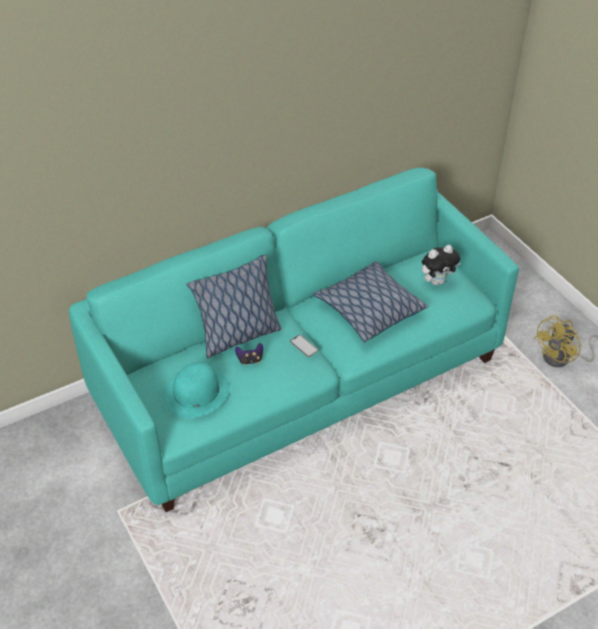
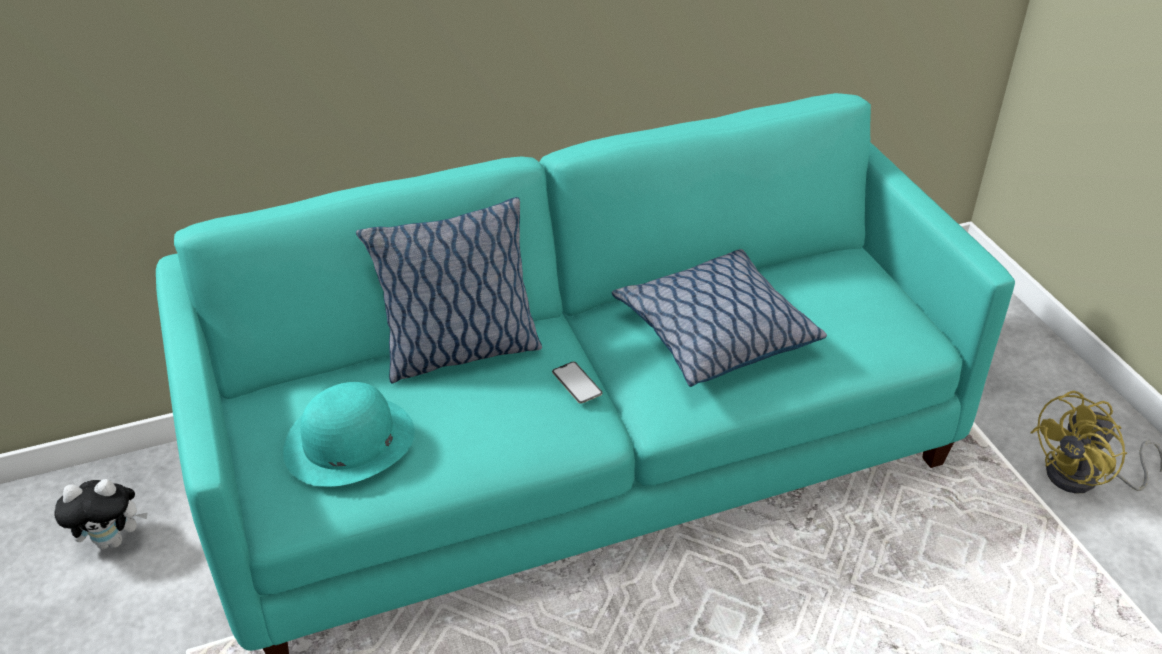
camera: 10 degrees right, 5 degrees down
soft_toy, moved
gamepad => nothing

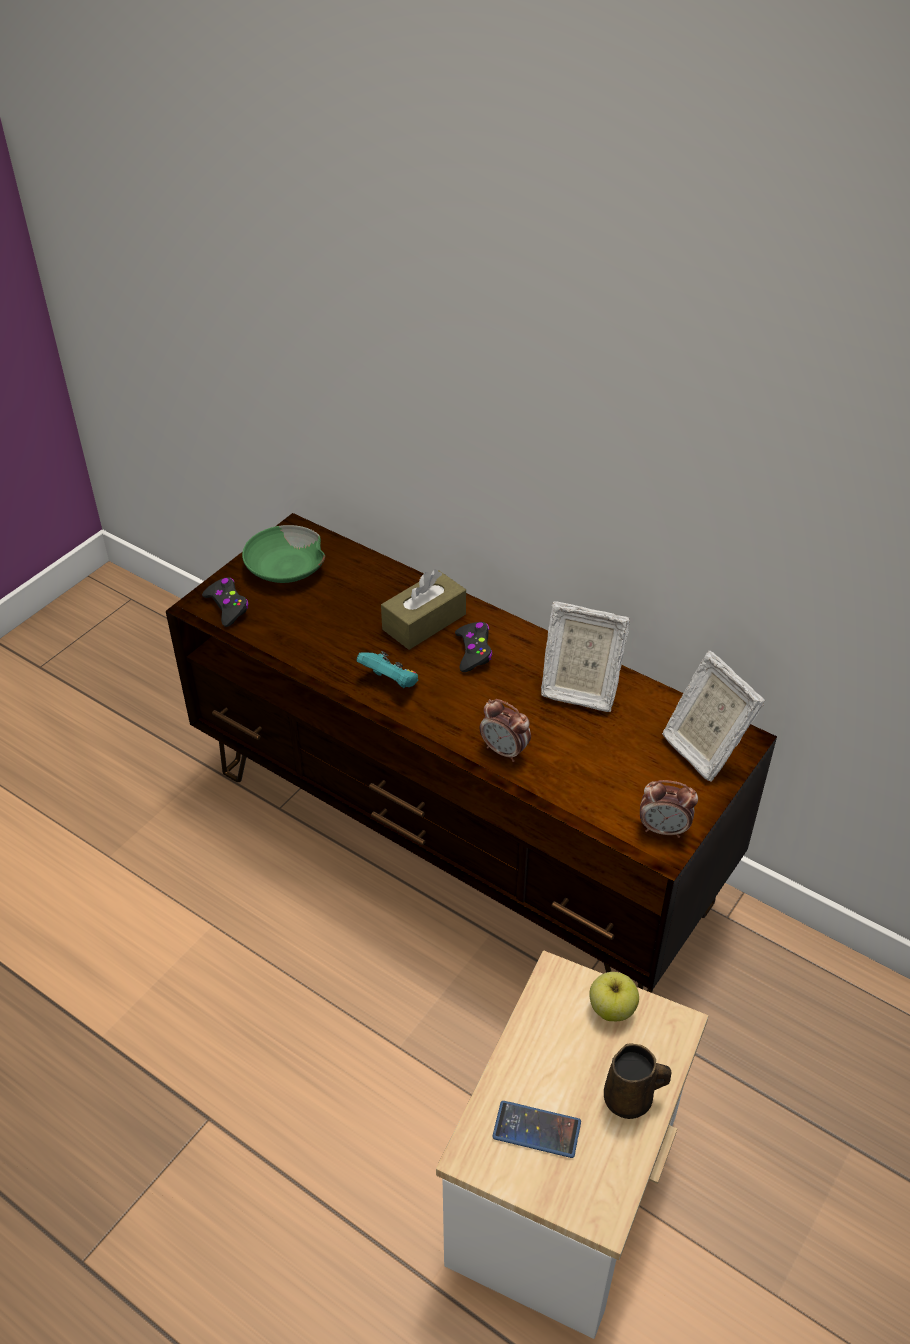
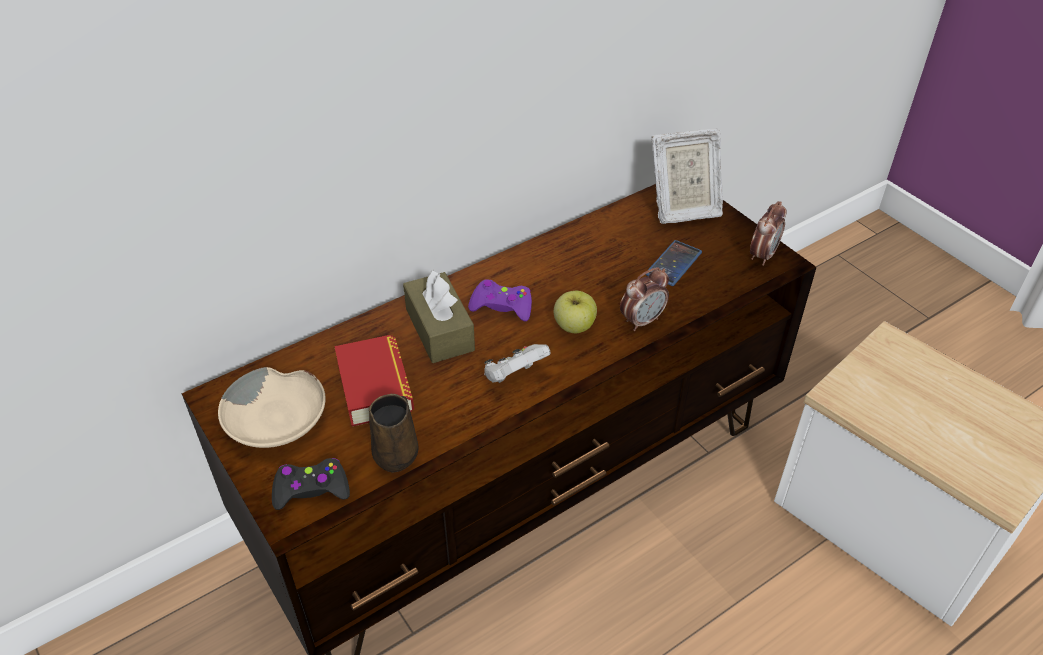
camera: 70 degrees left, 0 degrees up
green_bowl => sand-coloured_bowl
photo_frame (1st from left) => nothing
black-coloured_gamepad (2nd from left) => purple-coloured_gamepad
blue-green_gamepad => white_gamepad
apple, moved
brown-coloured_coffee_mug, moved
handset, moved
nothing => volume

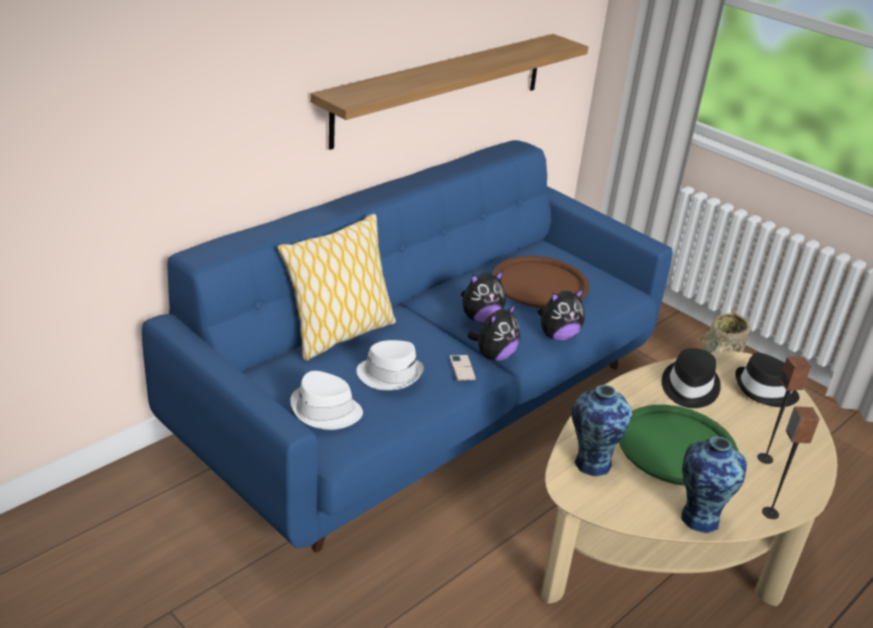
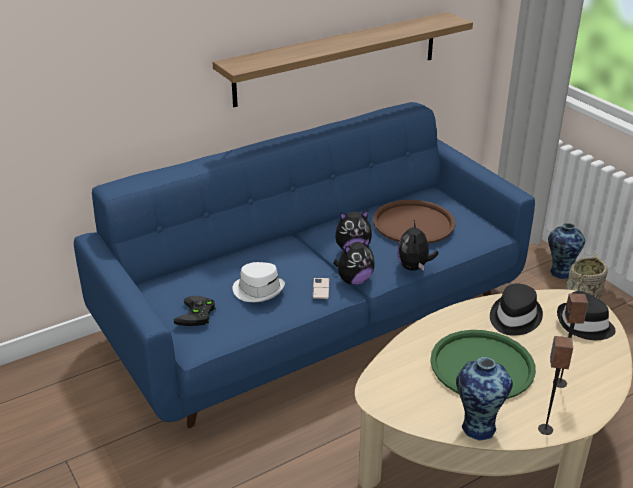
camera: 15 degrees right, 0 degrees up
throw_pillow => nothing
soft_toy (3rd from left), 105 degrees clockwise
white_hat (1st from left) => black-coloured_gamepad
vase (1st from left in the first image) => vase (2nd from left), moved

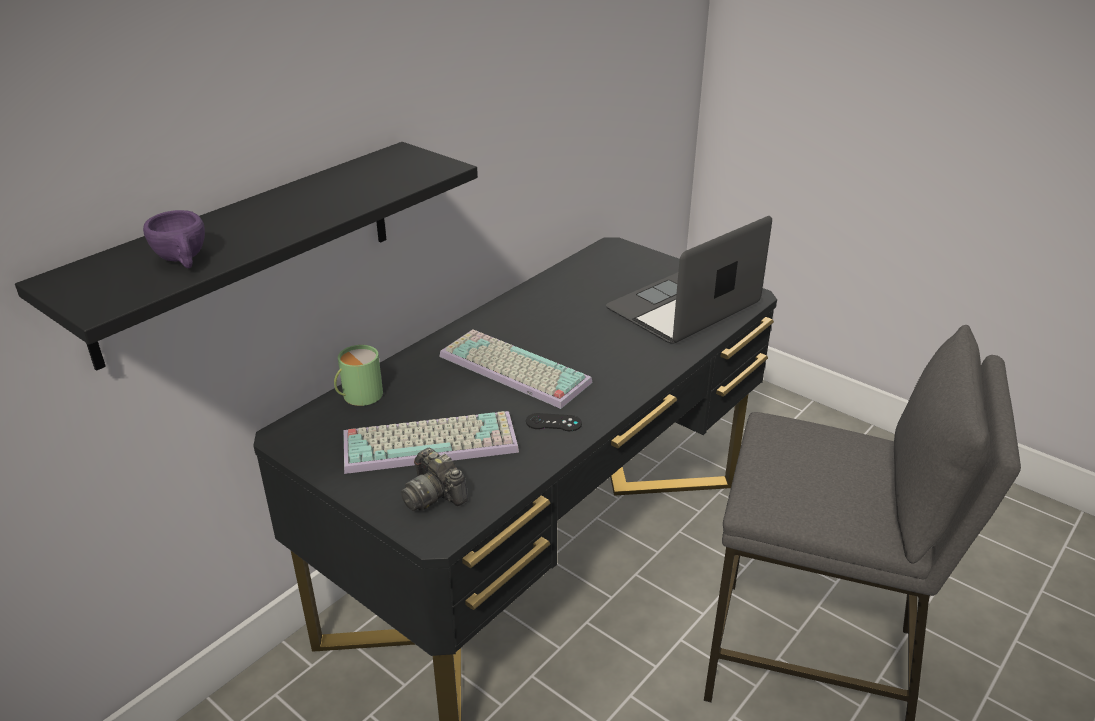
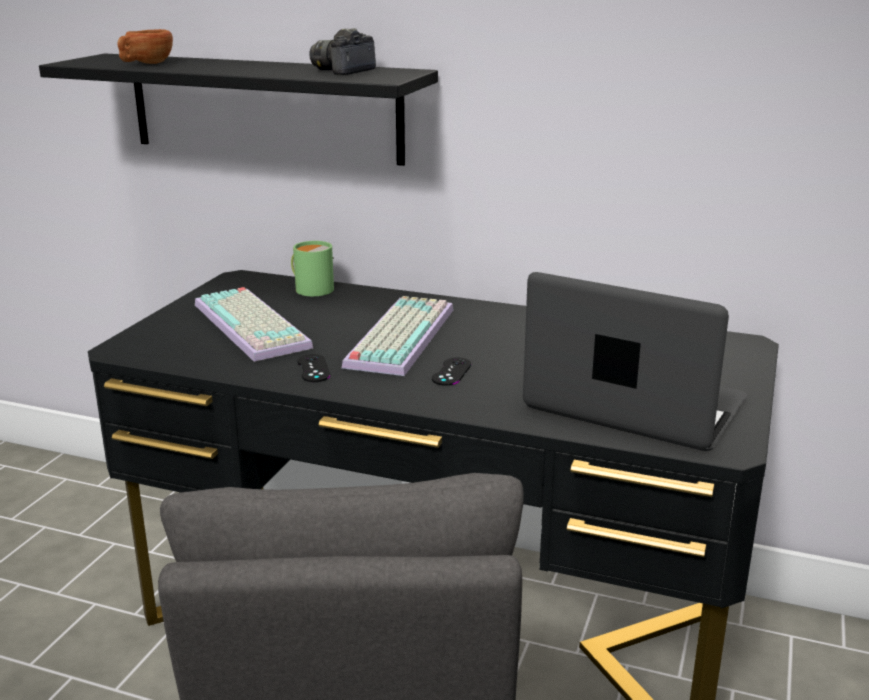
camera: 70 degrees right, 10 degrees down
purple-coloured_drinking_cup => brown-coloured_drinking_cup
still_camera, moved
nothing => black-coloured_gamepad (2nd from left)

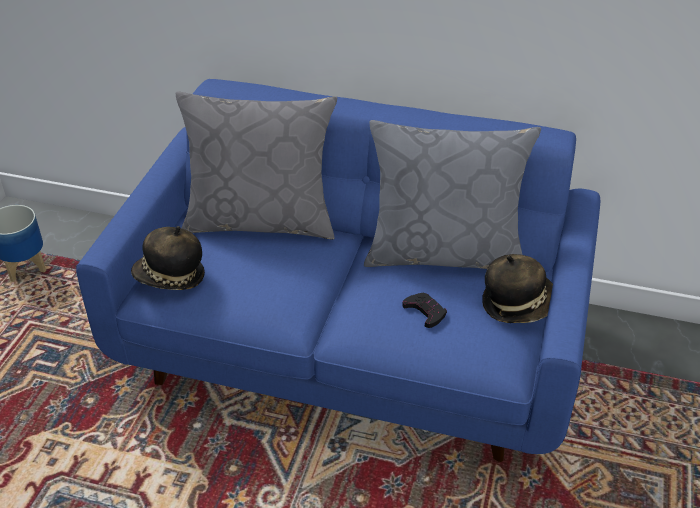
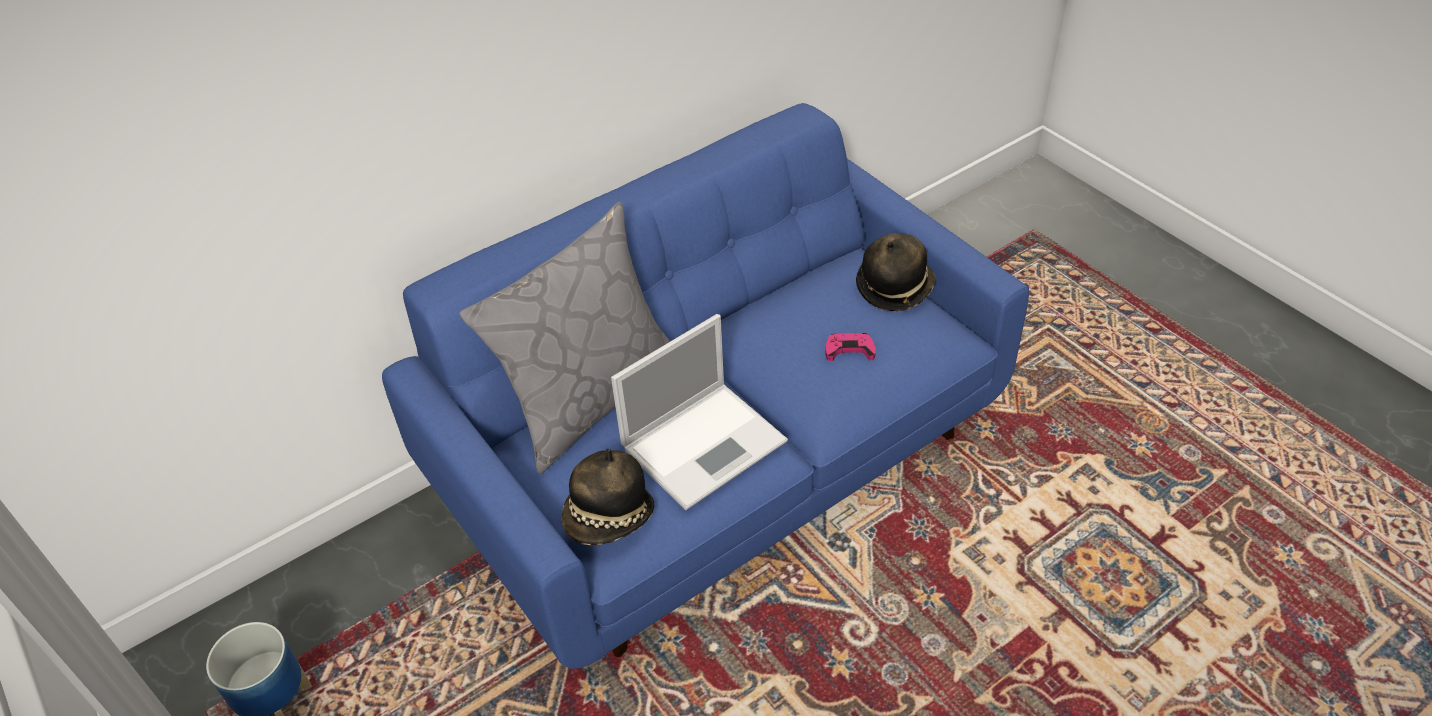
camera: 50 degrees left, 5 degrees up
gray_throw_pillow (2nd from left) => nothing
black-coloured_gamepad => pink-coloured_gamepad
nothing => notebook_computer

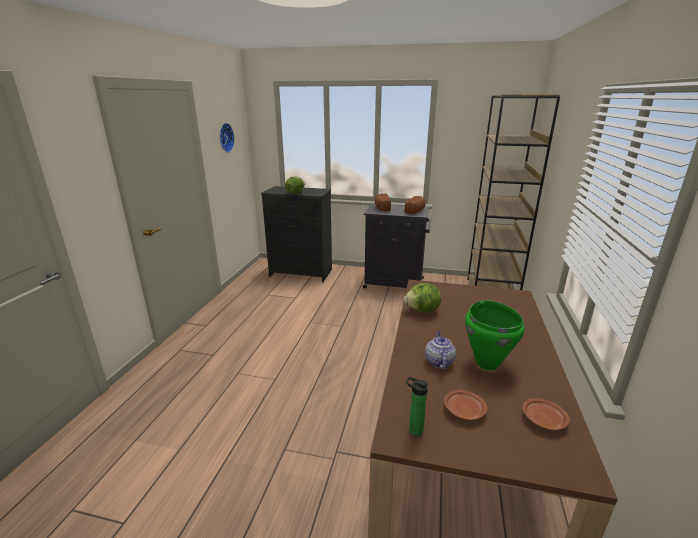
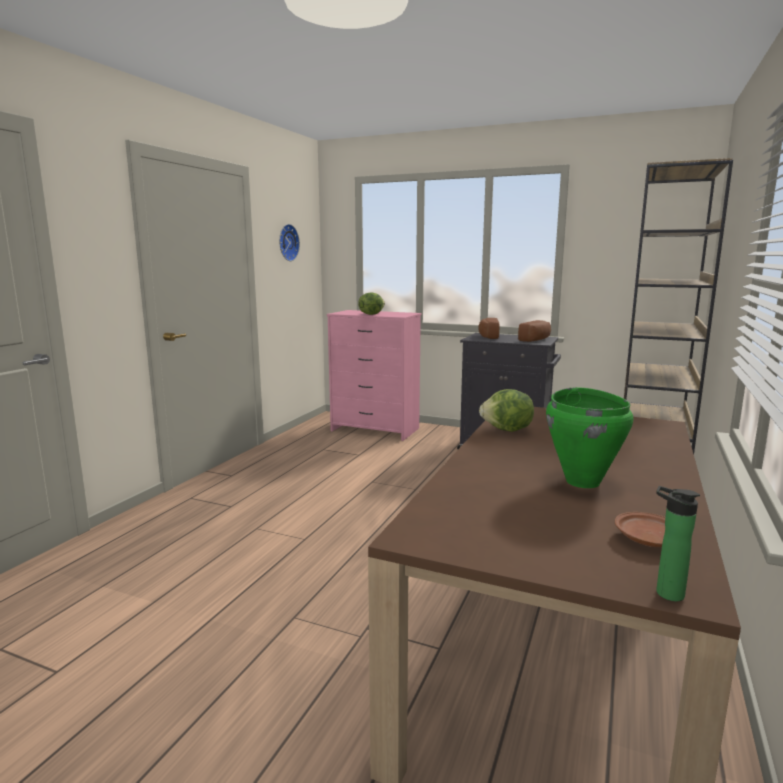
camera: 10 degrees right, 10 degrees down
black-coloured_drawer_chest => pink-coloured_drawer_chest
teapot => nothing
drink_bottle, moved
brown-coloured_dinner_plate (1st from left) => nothing

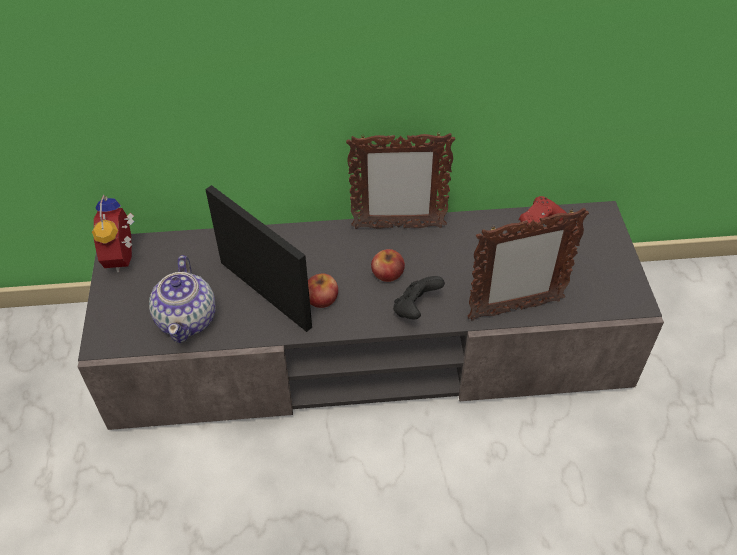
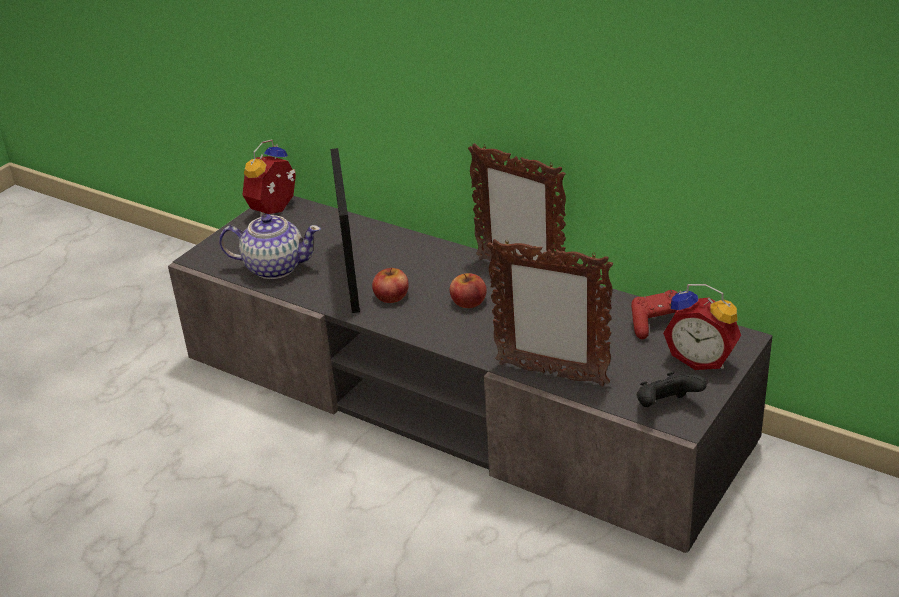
camera: 40 degrees right, 15 degrees down
teapot, 120 degrees counterclockwise
black-coloured_gamepad, moved
nothing => bedside_clock (2nd from left)

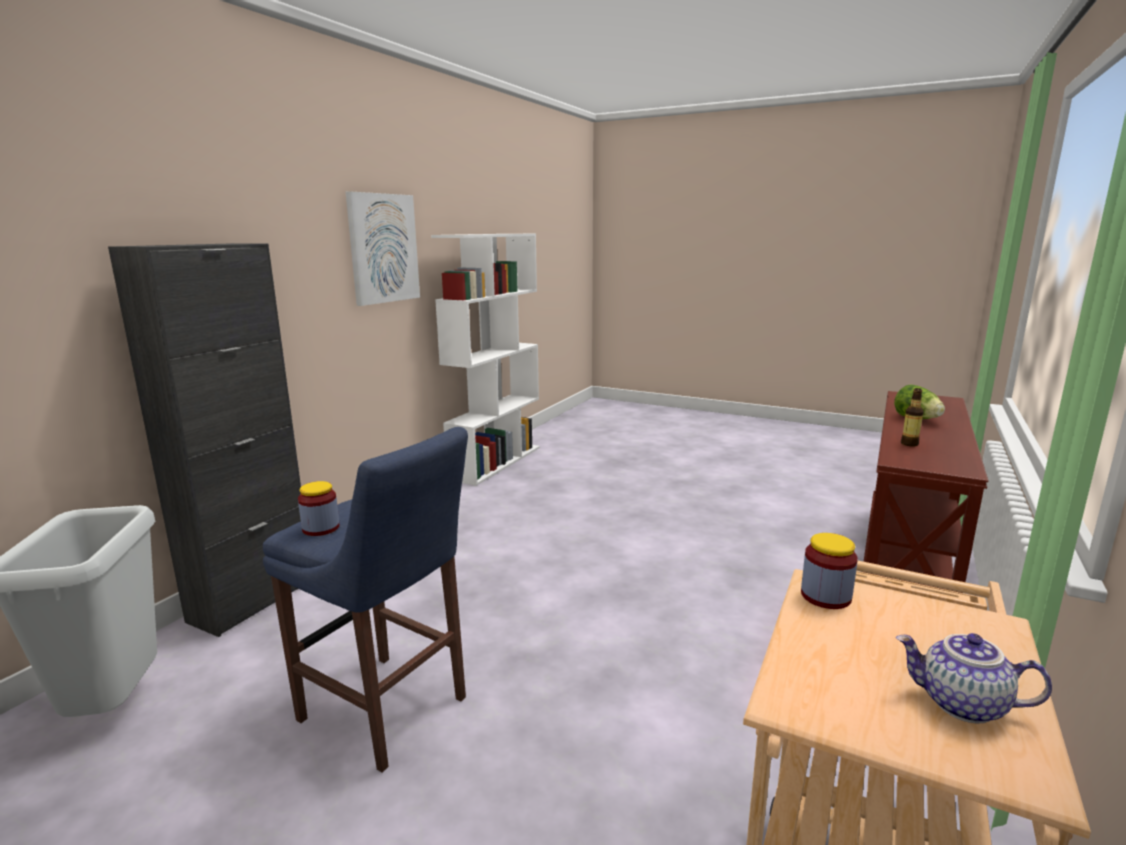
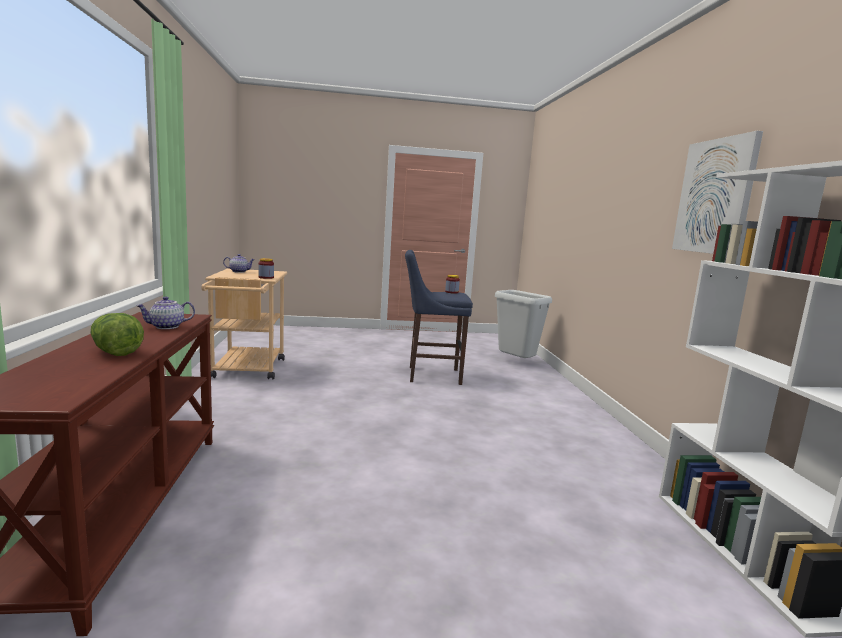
camera: 145 degrees right, 5 degrees down
black-coloured_storage_cabinet => nothing
drink_bottle => teapot (1st from left)

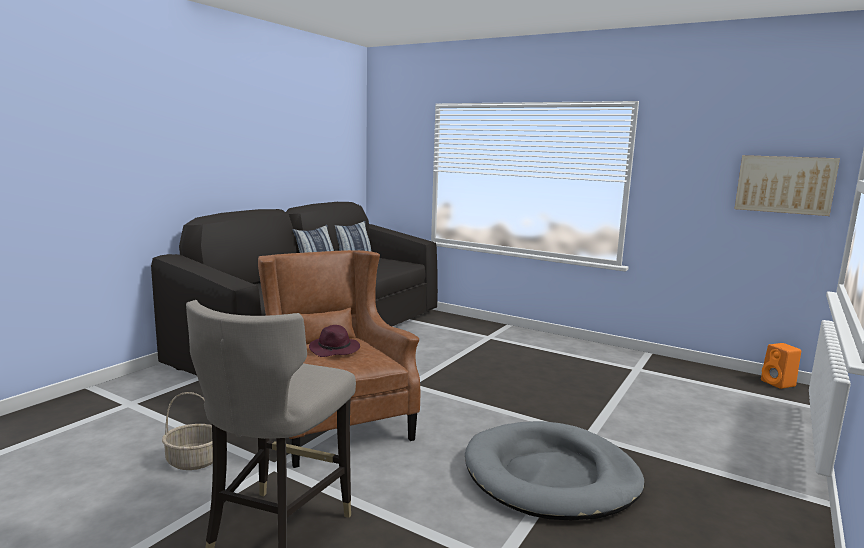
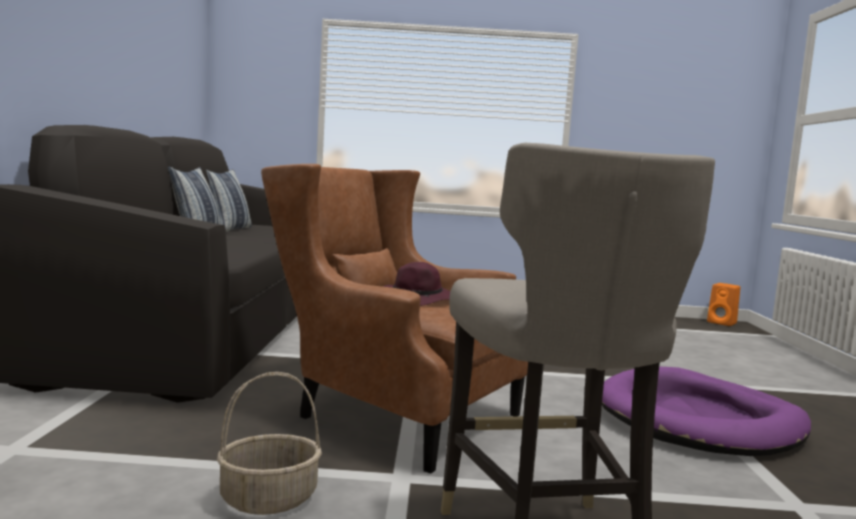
camera: 30 degrees left, 5 degrees down
picture => nothing
gray_dog_cushion => purple-coloured_dog_cushion

